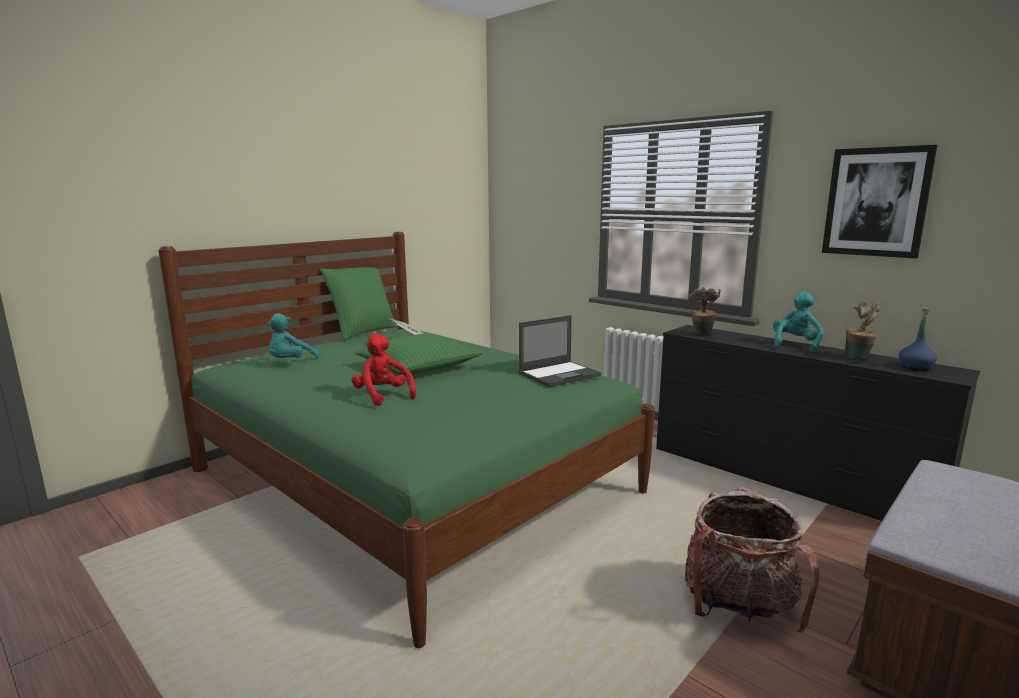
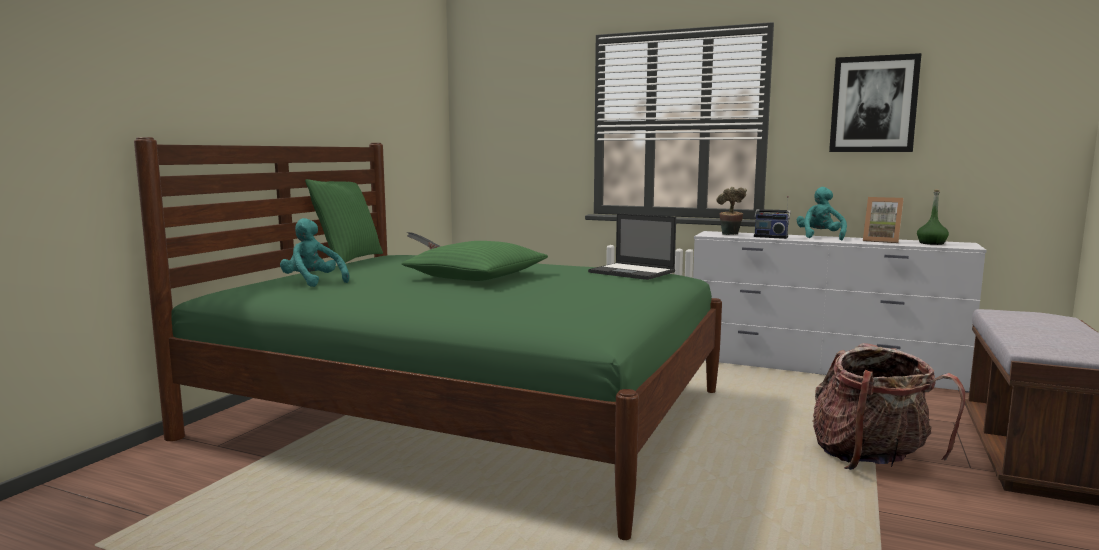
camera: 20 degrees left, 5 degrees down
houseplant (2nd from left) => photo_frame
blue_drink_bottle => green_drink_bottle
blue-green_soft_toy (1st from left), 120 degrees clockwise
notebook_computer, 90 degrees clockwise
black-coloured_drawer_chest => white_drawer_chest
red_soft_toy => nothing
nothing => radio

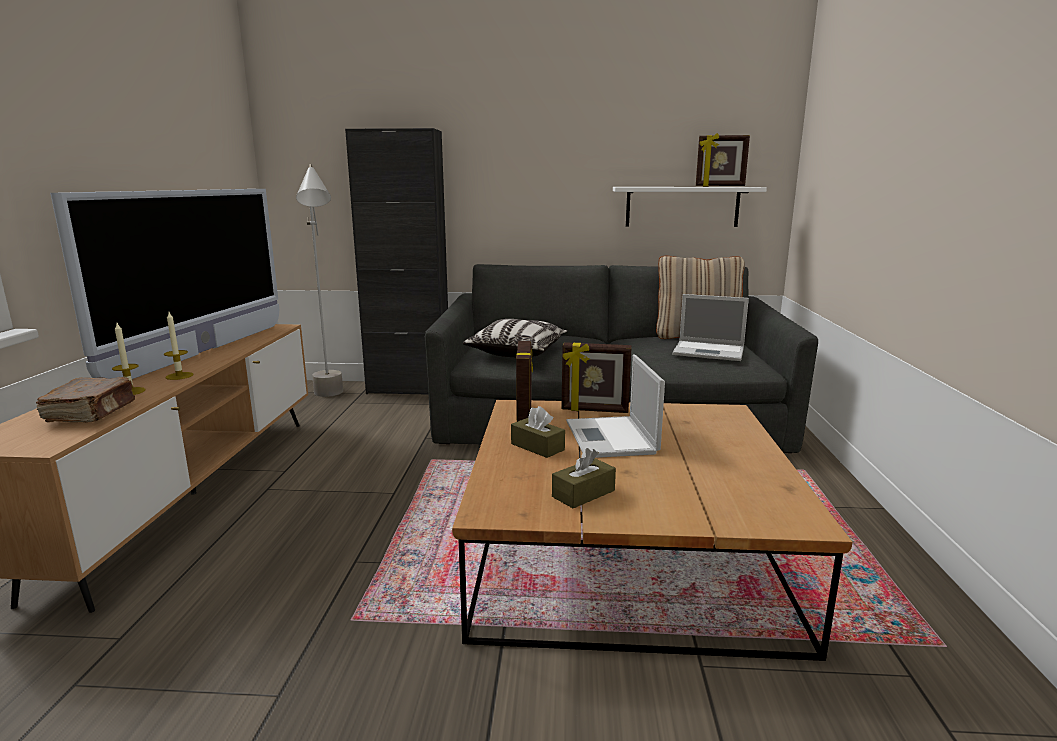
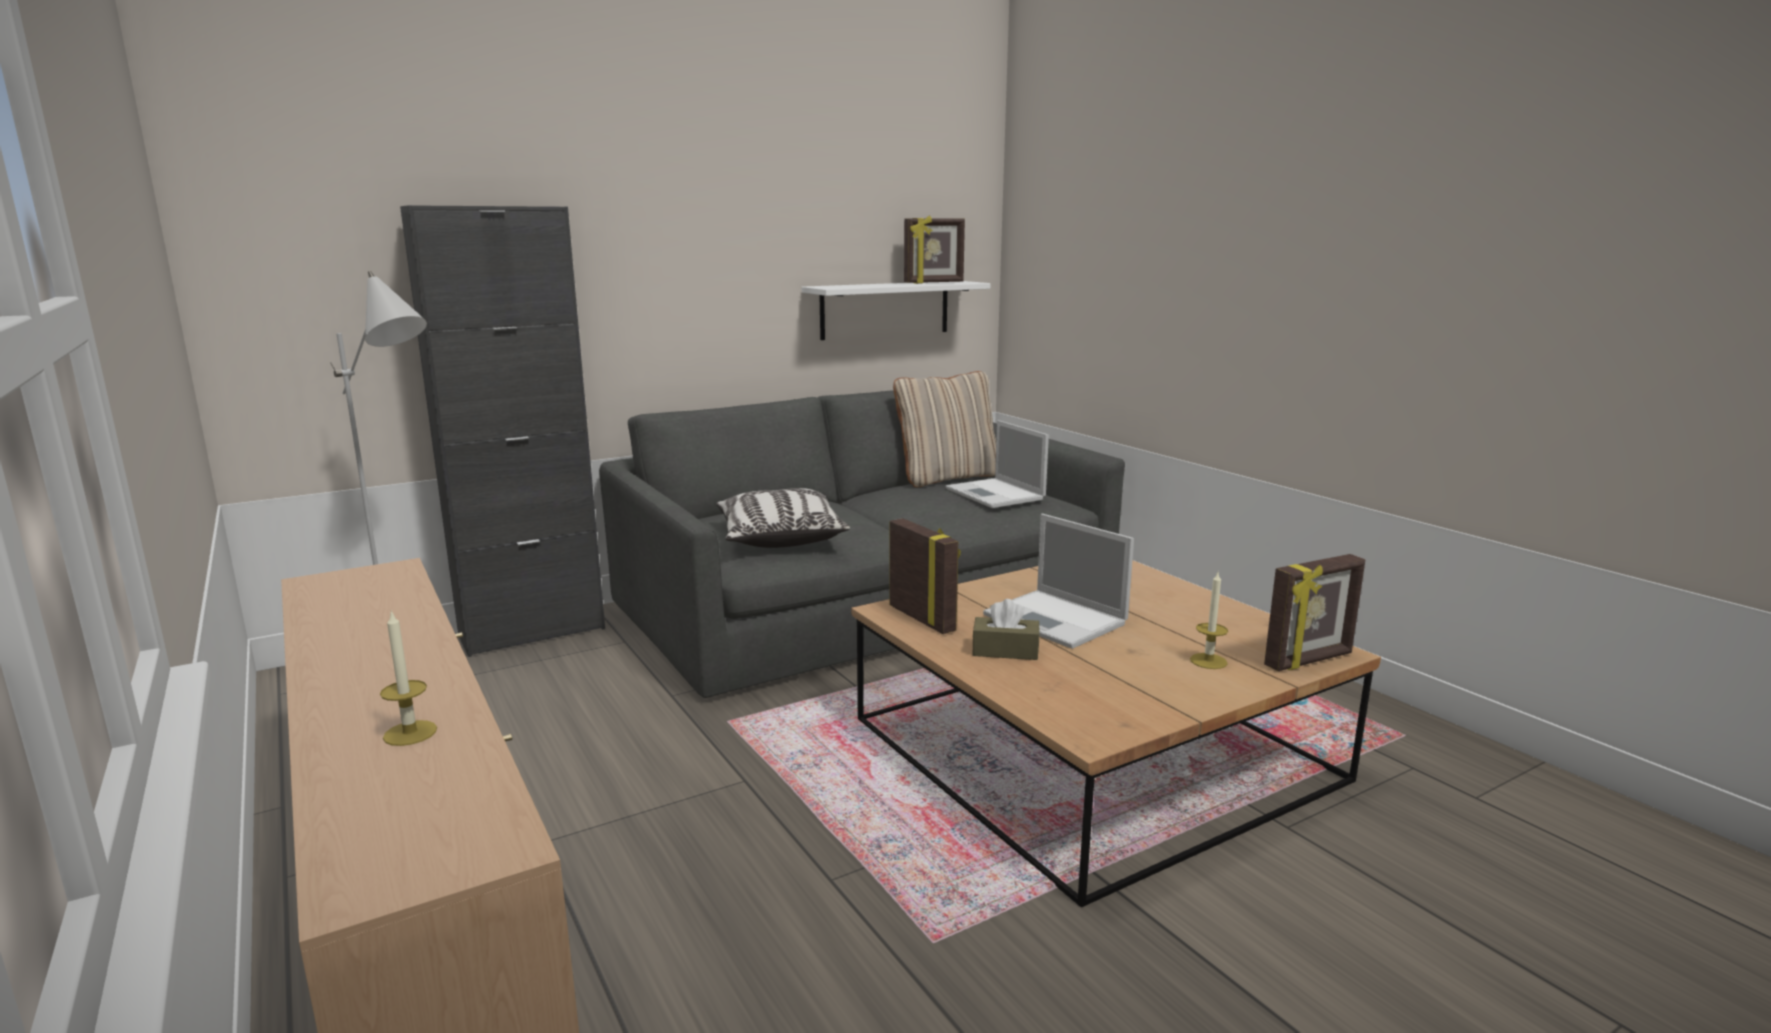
camera: 35 degrees left, 0 degrees up
TV => nothing
notebook_computer (2nd from left in the first image) => notebook_computer (1st from left), 75 degrees clockwise
wax_light (2nd from left), moved
photo_frame (2nd from left in the first image) => photo_frame (3rd from left), moved
brown-coloured_volume => nothing
brown-coloured_tissue_holder (2nd from left) => nothing

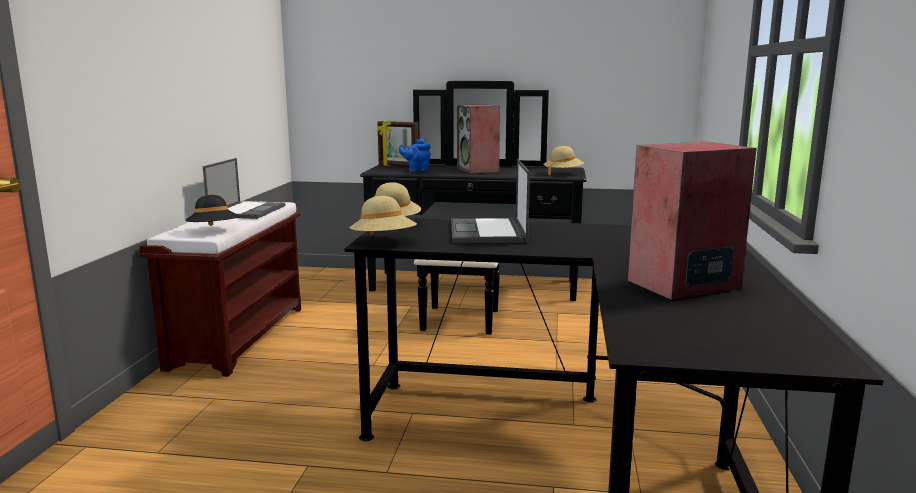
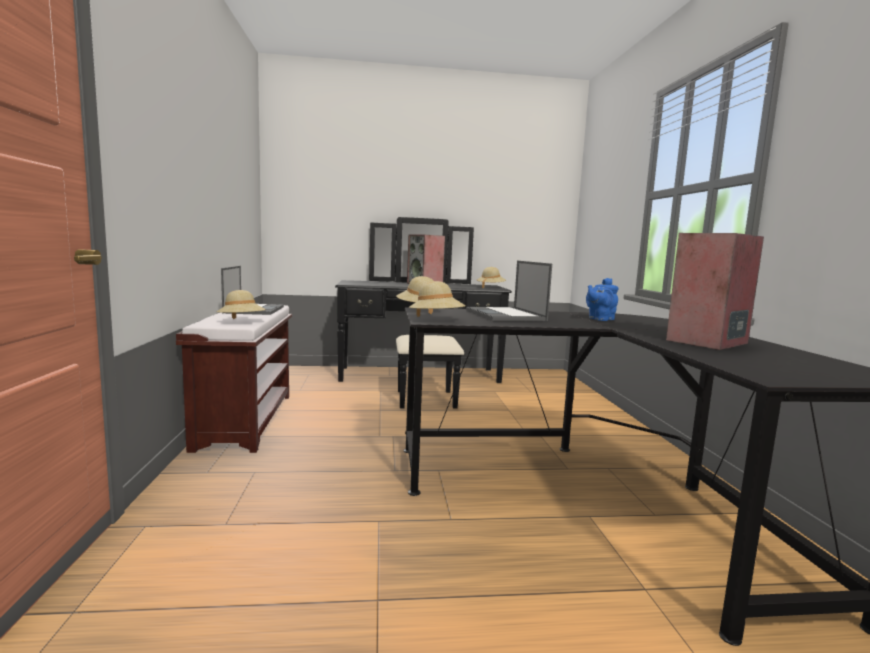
camera: 15 degrees left, 5 degrees down
photo_frame => nothing
blue_teapot, moved
black-coloured_hat => sand-coloured_hat (1st from left)

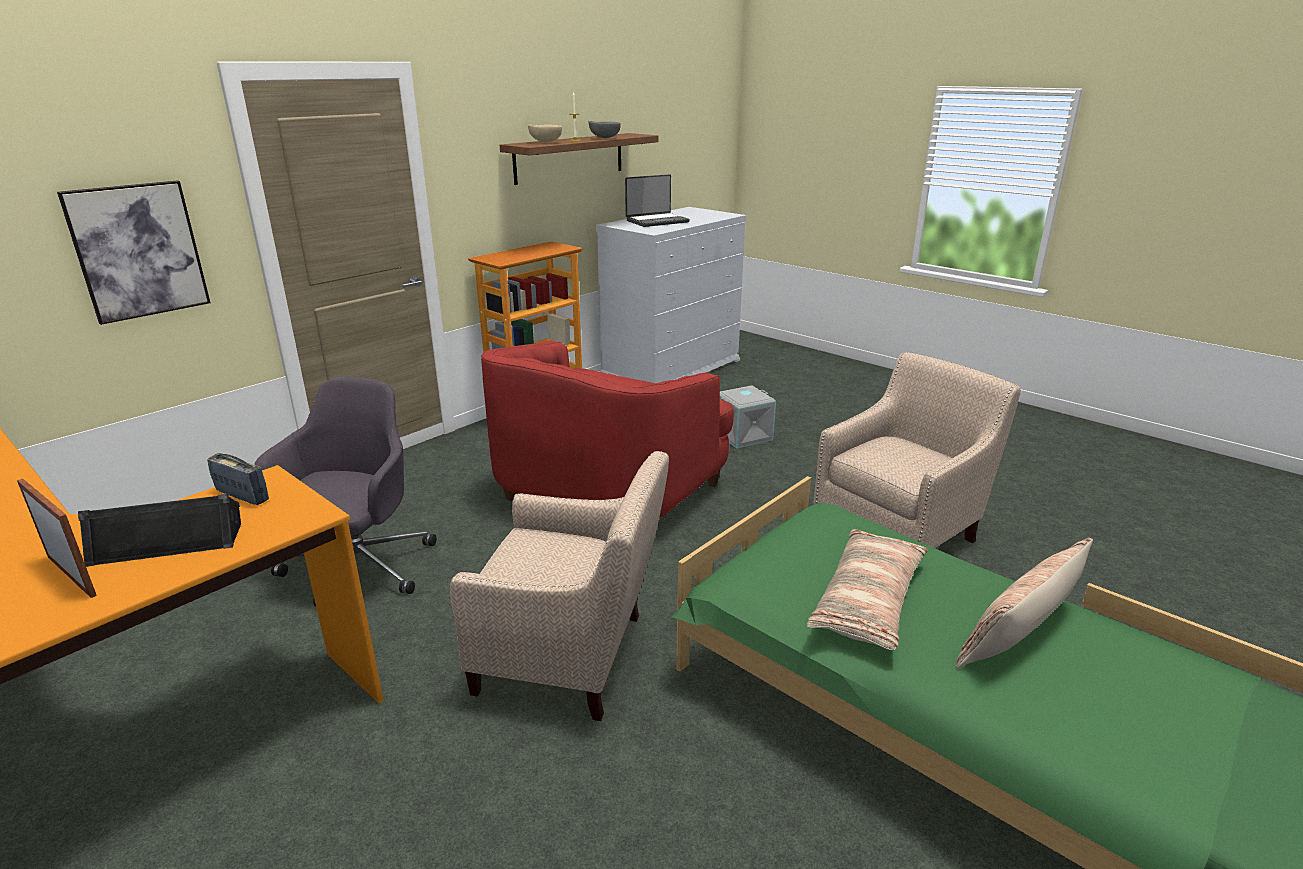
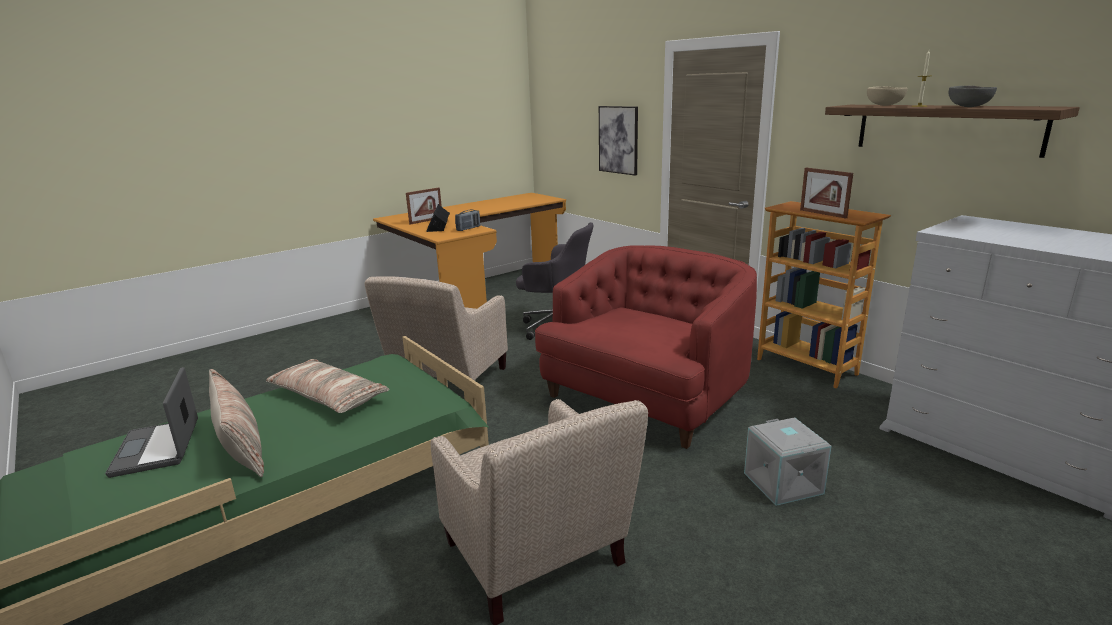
camera: 100 degrees right, 5 degrees down
notebook_computer, moved
red_easy_chair, 90 degrees clockwise
nothing => photo_frame (2nd from left)

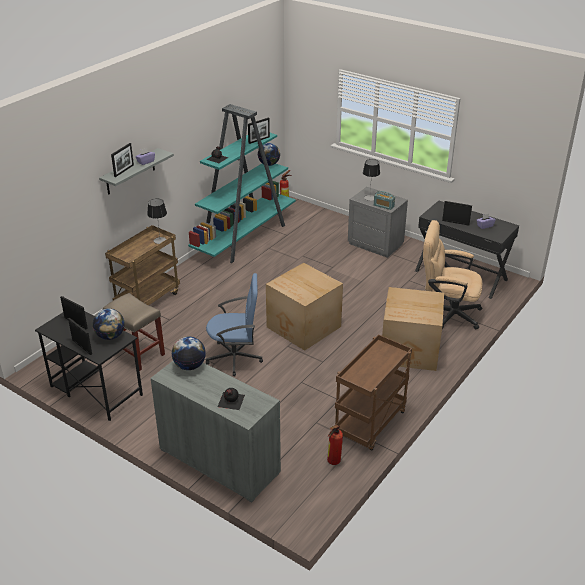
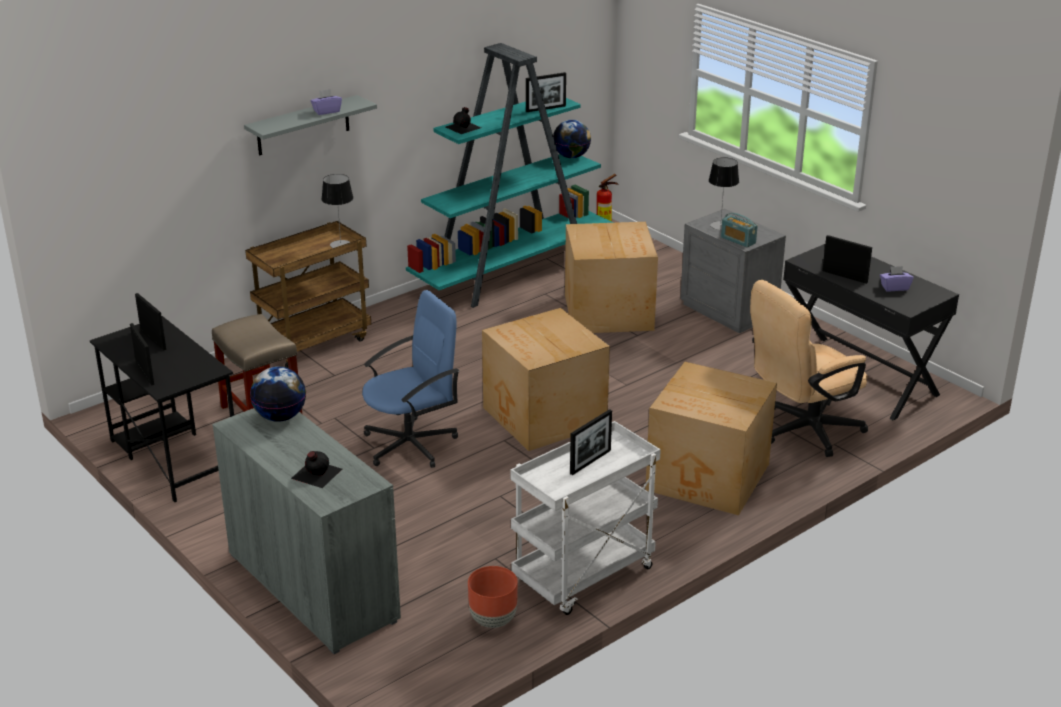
camera: 15 degrees right, 5 degrees down
photo_frame (3rd from left in the first image) => photo_frame (4th from left), moved
sand-coloured_computer_chair, 60 degrees counterclockwise
blue_computer_chair, 45 degrees counterclockwise
world_globe (1st from left) => nothing
brown-coloured_trolley (2nd from left) => white_trolley
fire_extinguisher (2nd from left) => brown-coloured_plant_pot
nothing => packing_box (2nd from left)

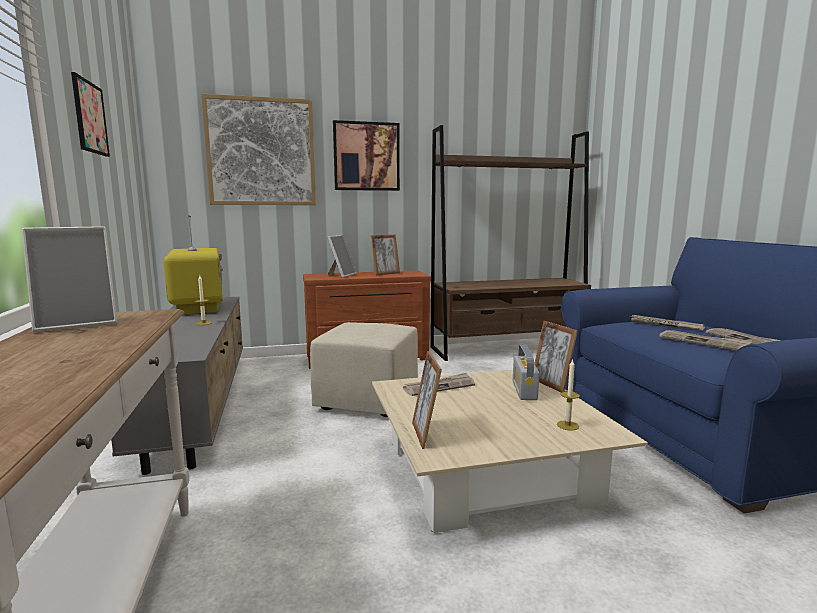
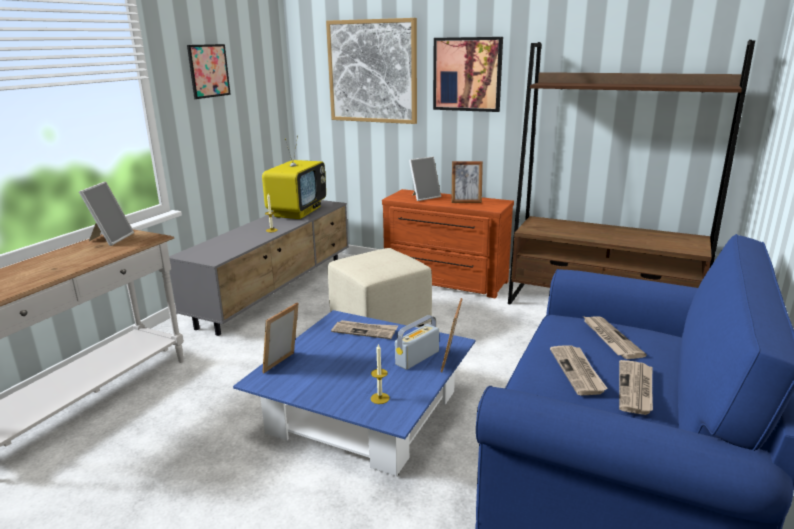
camera: 40 degrees right, 10 degrees up
photo_frame (1st from left), 90 degrees counterclockwise
sand-coloured_coffee_table => blue_coffee_table

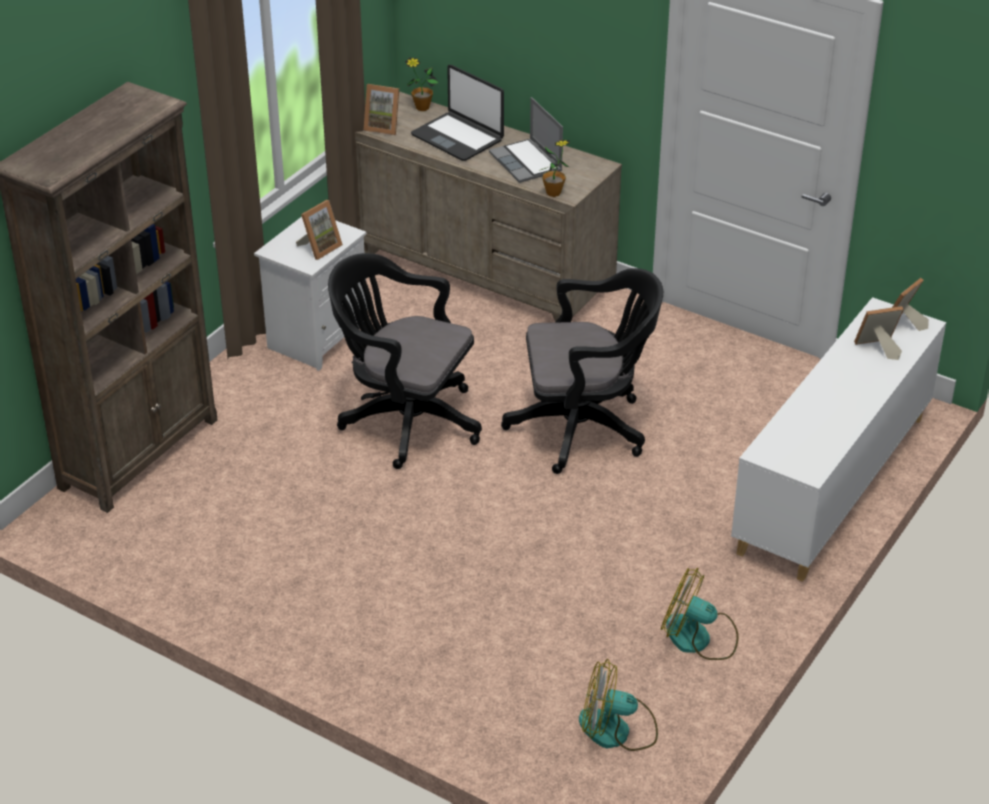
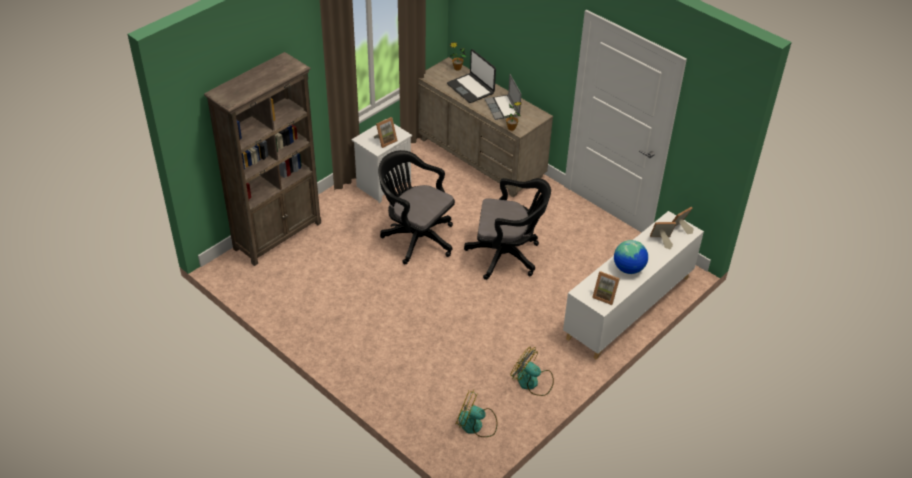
camera: 10 degrees right, 5 degrees up
photo_frame (2nd from left), moved
nothing => world_globe

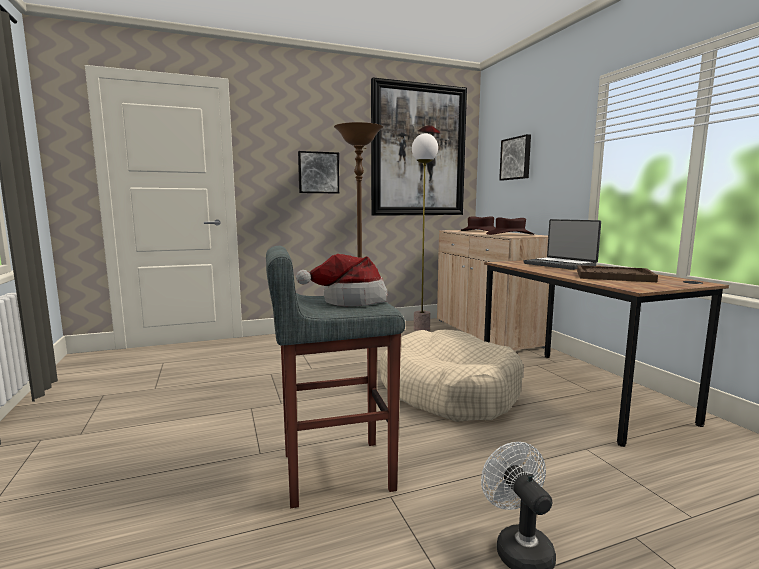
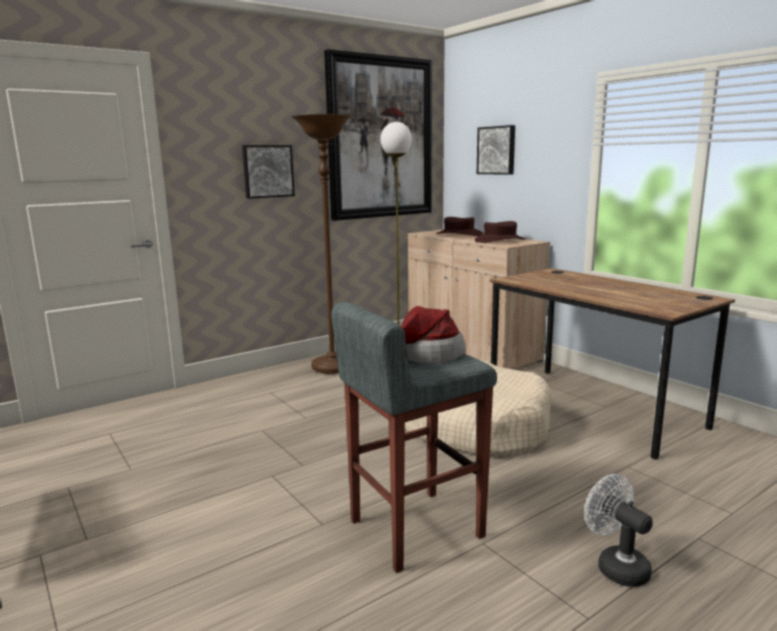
camera: 15 degrees left, 5 degrees up
notebook_computer => nothing
brown-coloured_serving_tray => nothing

